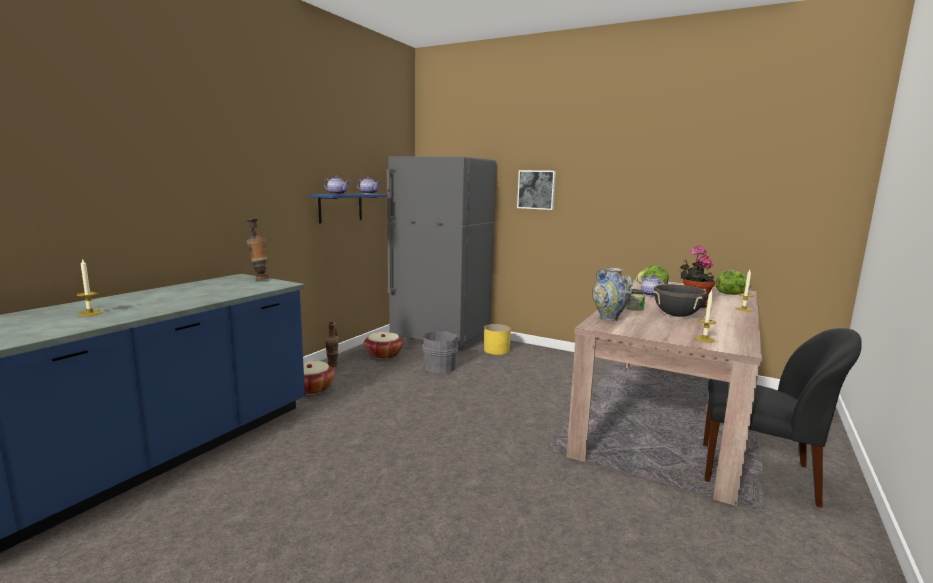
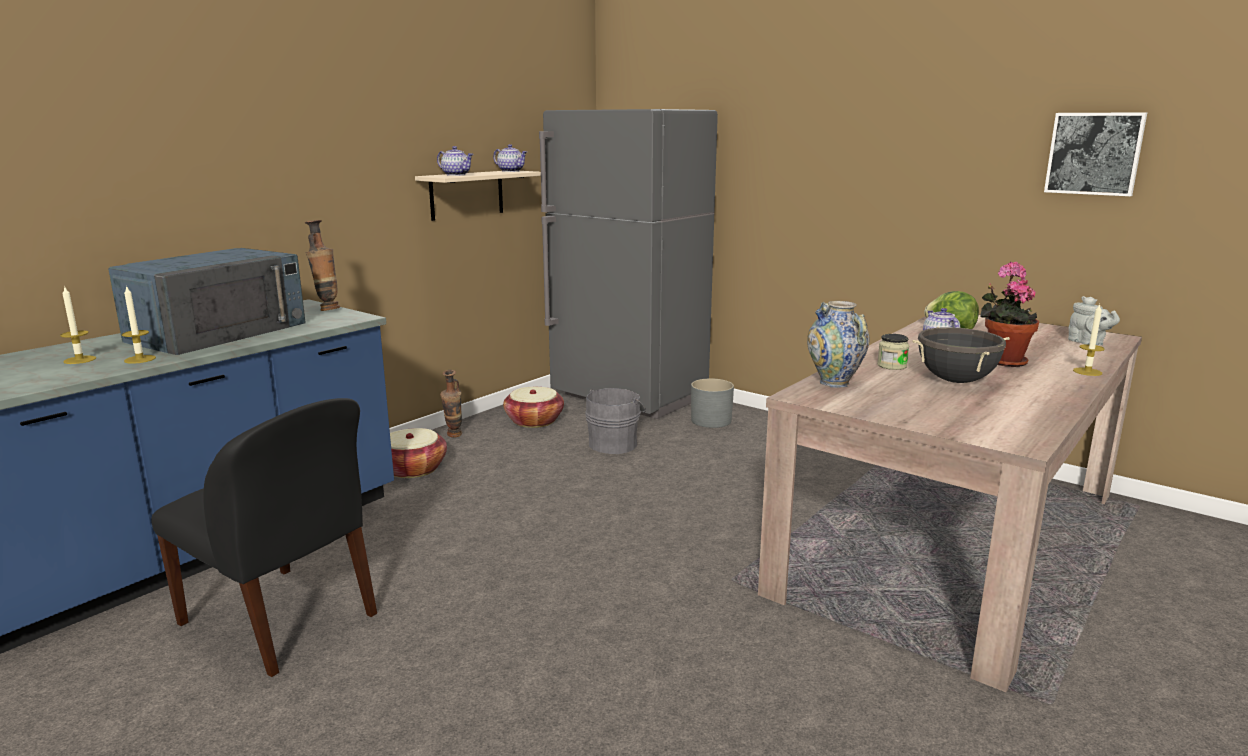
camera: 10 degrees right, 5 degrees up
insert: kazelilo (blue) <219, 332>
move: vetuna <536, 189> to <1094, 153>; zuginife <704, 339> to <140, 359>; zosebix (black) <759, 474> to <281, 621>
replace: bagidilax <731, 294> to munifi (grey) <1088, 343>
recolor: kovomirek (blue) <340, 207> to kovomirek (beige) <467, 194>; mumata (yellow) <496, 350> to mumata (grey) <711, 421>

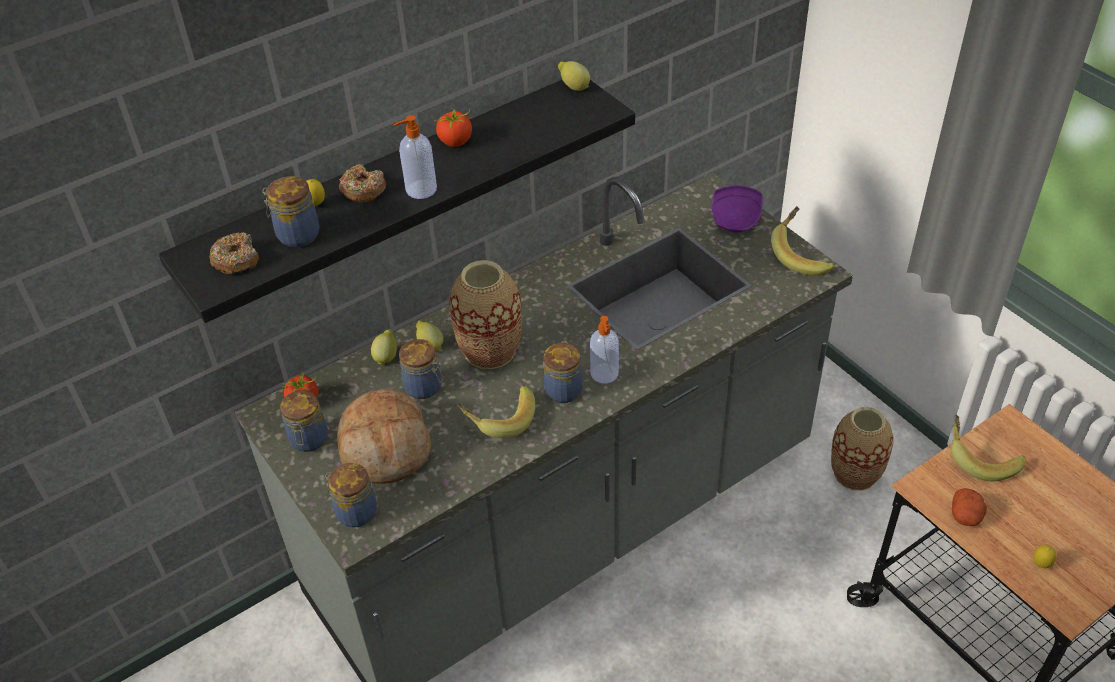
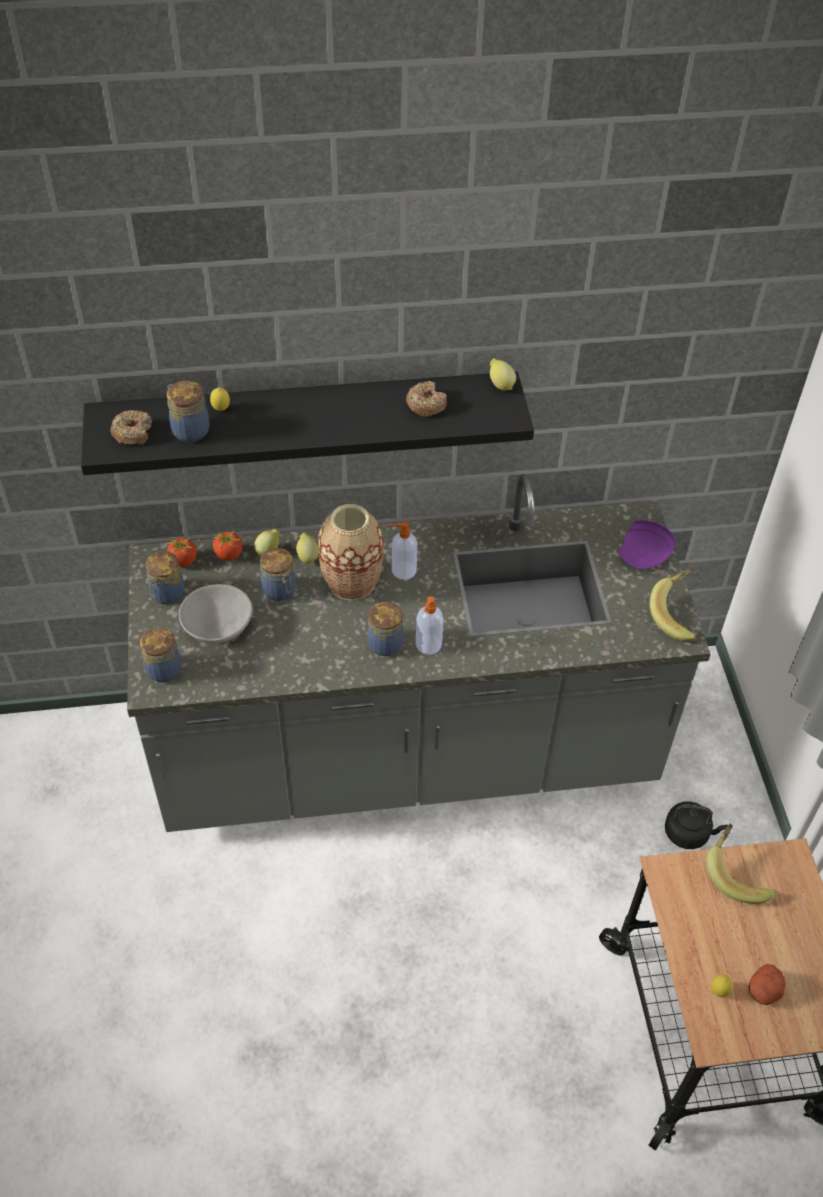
camera: 25 degrees right, 5 degrees up
delete: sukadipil <498, 420>
move: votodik <456, 141> to <229, 554>; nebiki <420, 190> to <403, 570>; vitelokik <363, 190> to <426, 404>; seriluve <966, 516> to <764, 991>
replace: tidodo <386, 448> to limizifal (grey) <218, 627>; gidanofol <855, 473> to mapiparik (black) <689, 833>

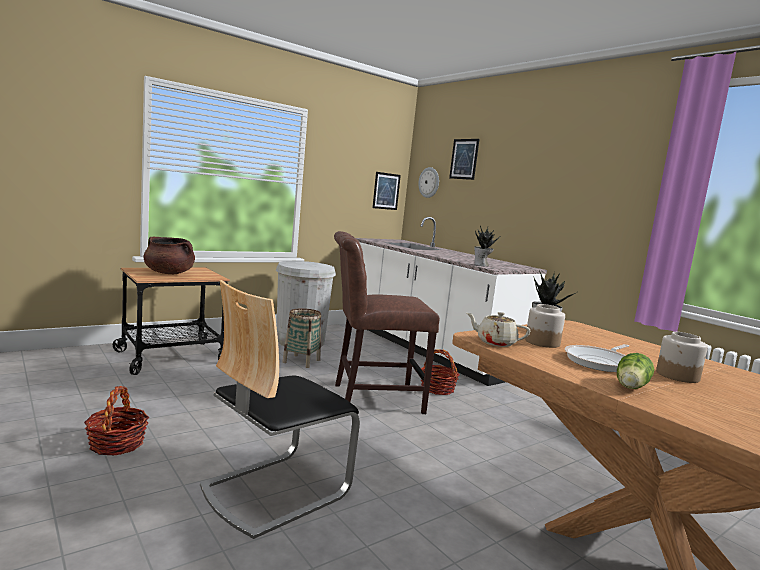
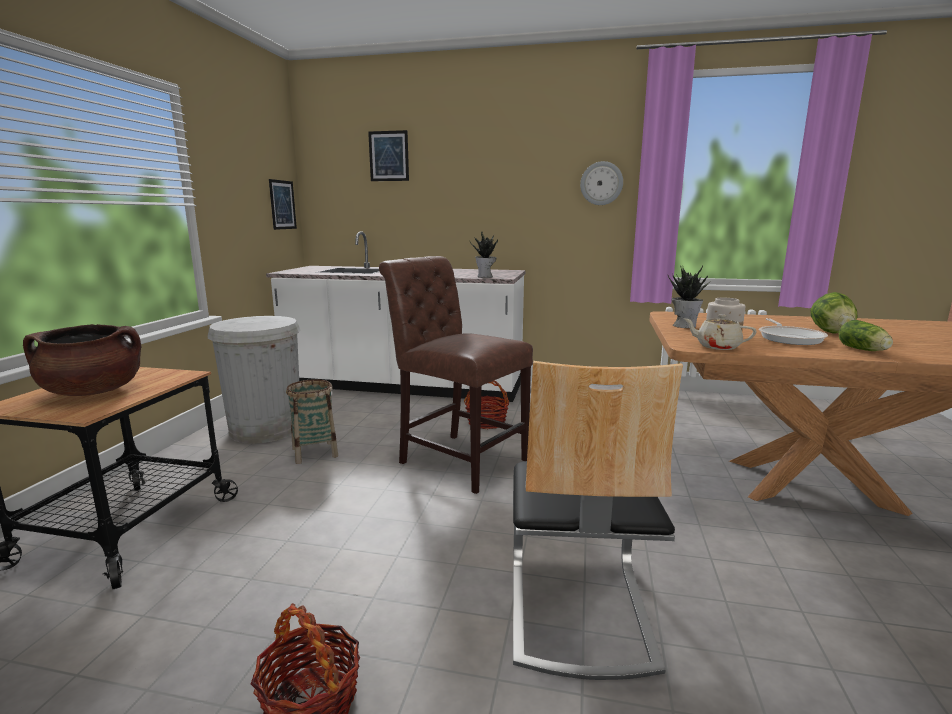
camera: 40 degrees left, 5 degrees up
move: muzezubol <429, 182> to <601, 183>
replace: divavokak <678, 376> to bagidilax <831, 332>
rotate: zosebix (brown) <372, 398> = <458, 459> 90 degrees clockwise; munifi (beige) <495, 342> = <717, 347> 45 degrees clockwise

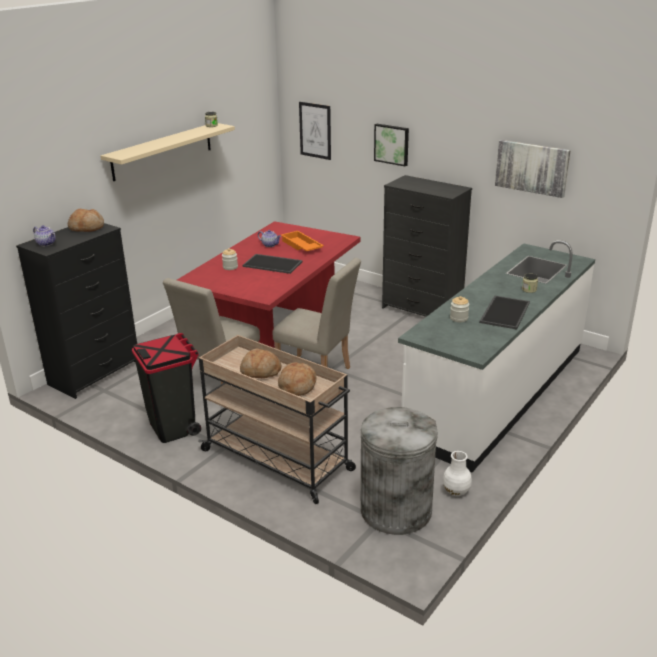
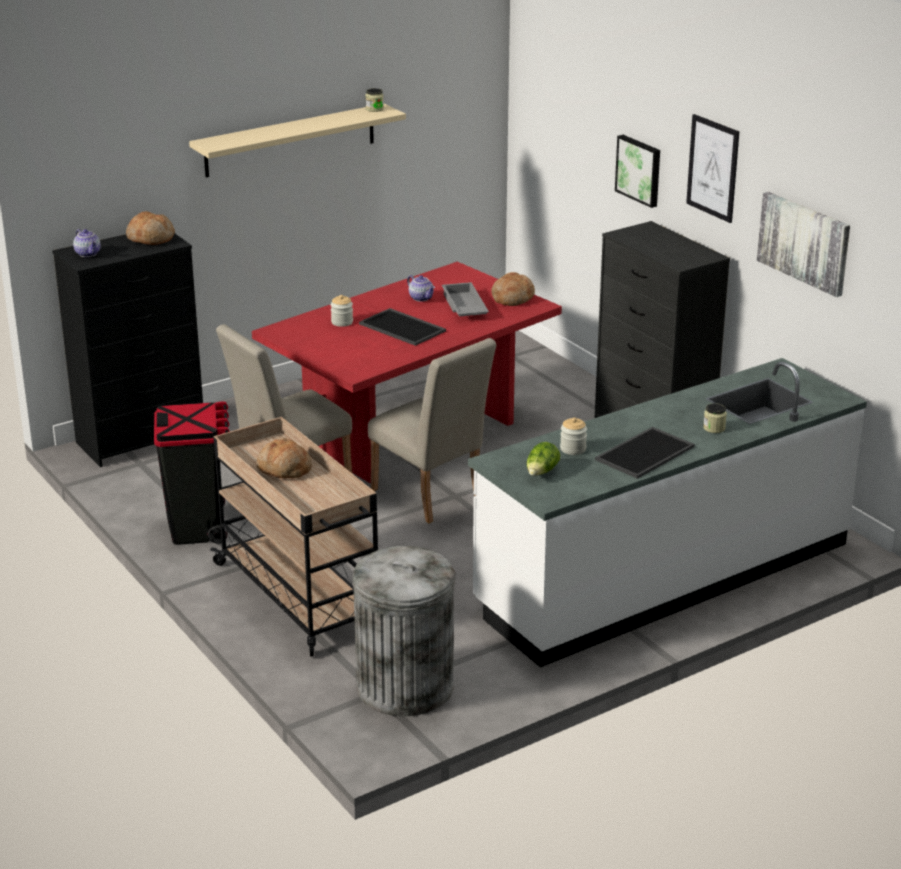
camera: 20 degrees right, 0 degrees up
delete: gidanofol (white) <456, 491>
insert: bagidilax <541, 472>
move: vetuna <315, 130> to <713, 168>; tidodo <297, 386> to <512, 298>
recolor: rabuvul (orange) <301, 246> to rabuvul (grey) <463, 307>

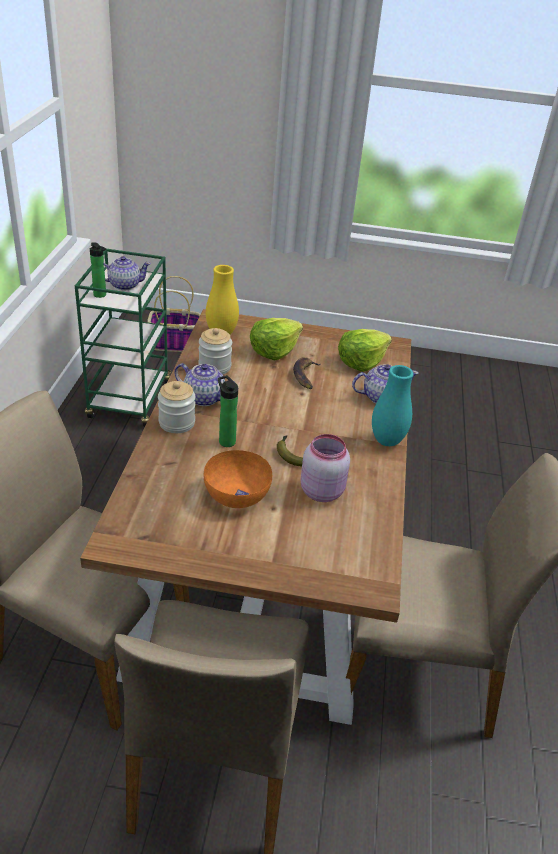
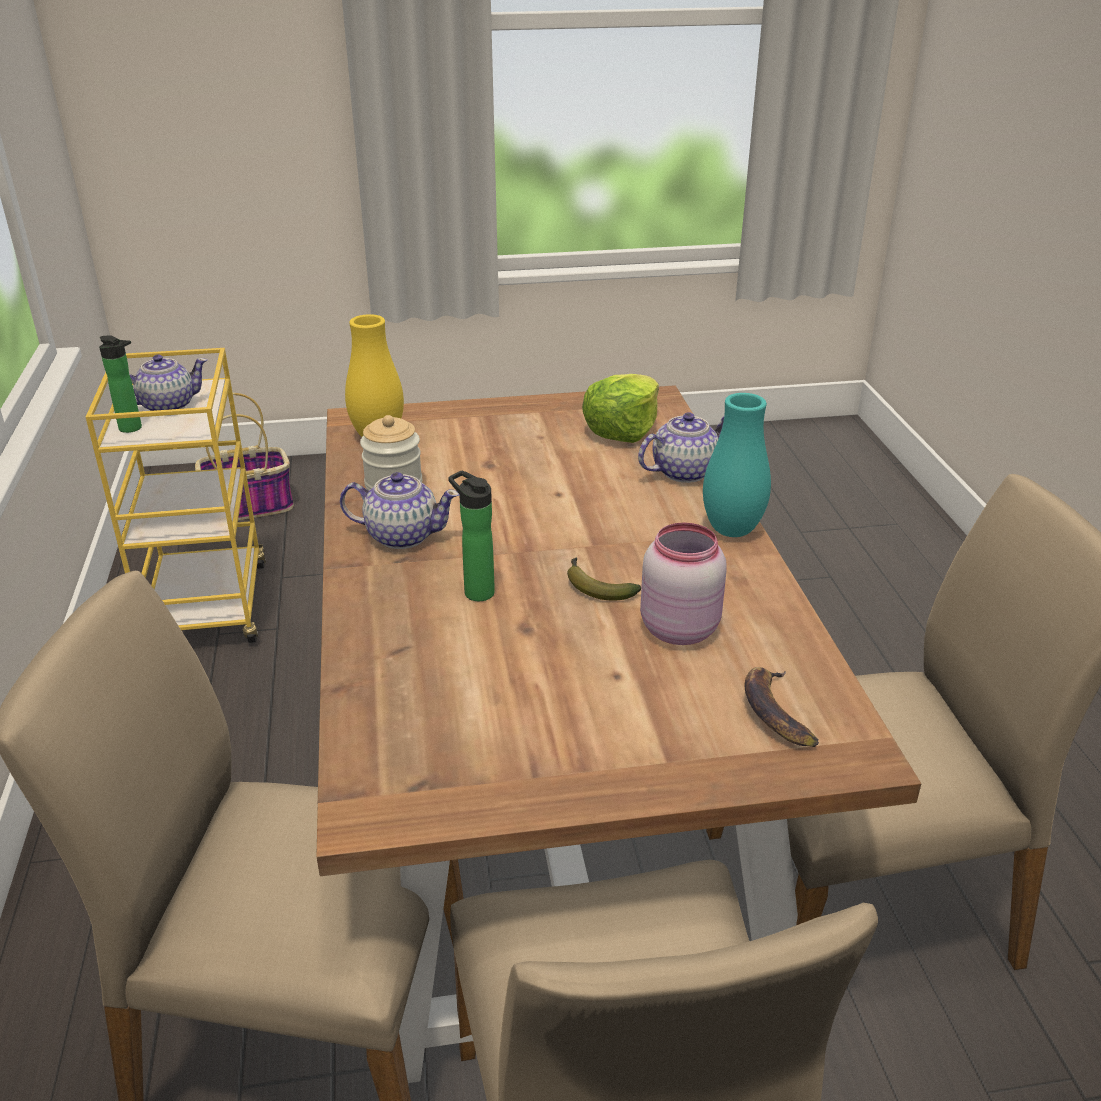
camera: 15 degrees left, 5 degrees down
delete: bagidilax <274, 350>; divavokak <177, 423>; limizifal (orange) <237, 494>
move: sukadipil <305, 375> to <776, 712>
recolor: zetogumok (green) <130, 401> to zetogumok (yellow) <208, 609>

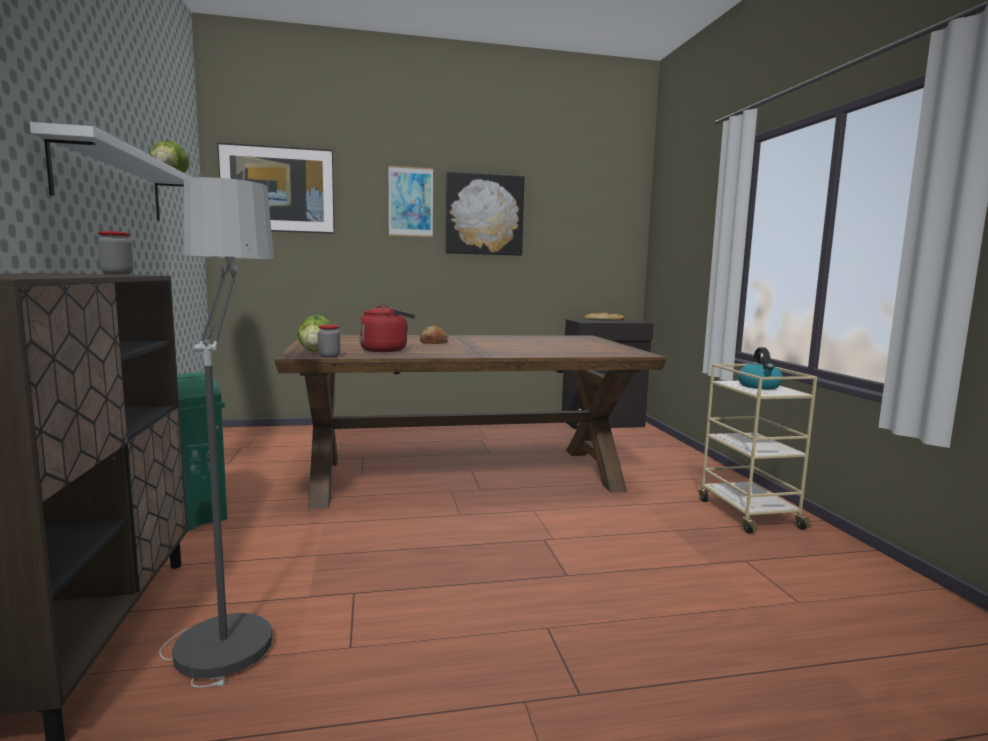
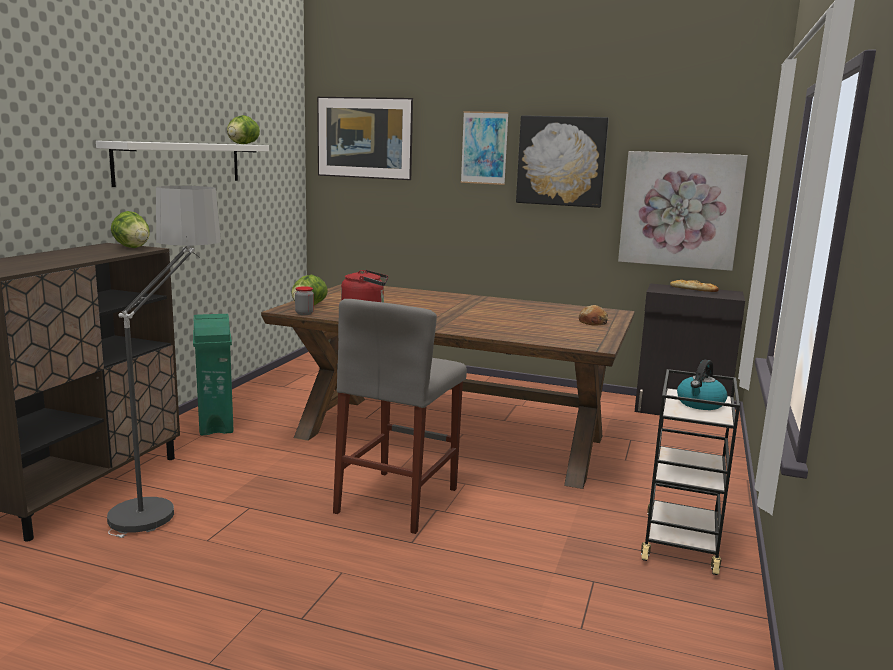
camera: 30 degrees right, 5 degrees up
insert: vetuna <680, 210>; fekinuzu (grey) <397, 500>
move: tidodo <434, 342> to <593, 322>
replace: divavokak <117, 274> to bagidilax <132, 248>
recolor: zetogumok (beige) <748, 513> to zetogumok (black) <680, 543>

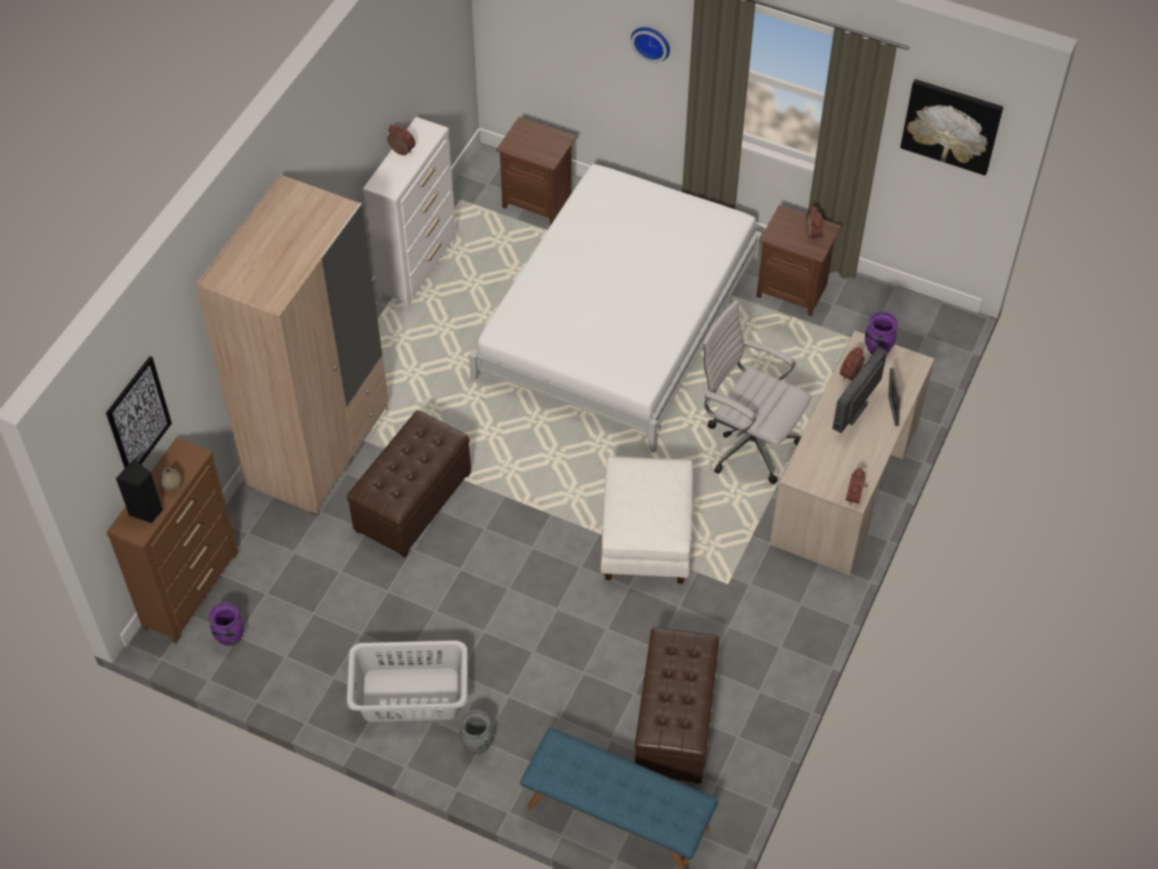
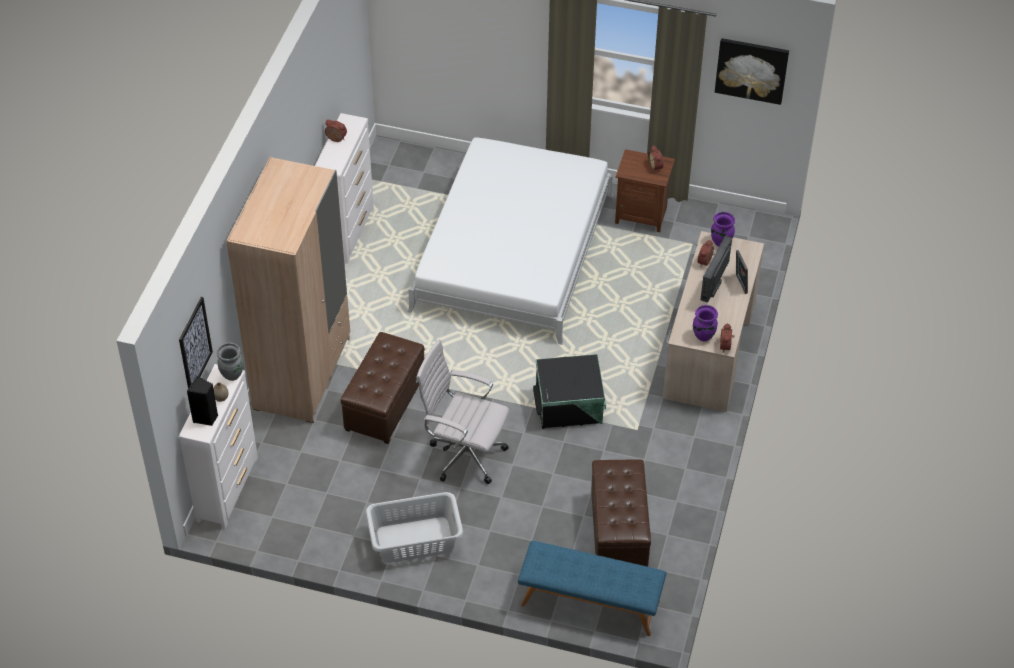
camera: 10 degrees left, 5 degrees down
delete: muzezubol <652, 42>; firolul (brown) <538, 201>
move: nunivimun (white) <747, 444> to <463, 455>; gidanofol (purple) <230, 637> to <703, 336>; gidanofol (grey) <477, 745> to <232, 375>
replace: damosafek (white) <647, 539> to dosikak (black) <569, 407>
recolor: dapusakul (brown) <192, 589> to dapusakul (white) <227, 488>

